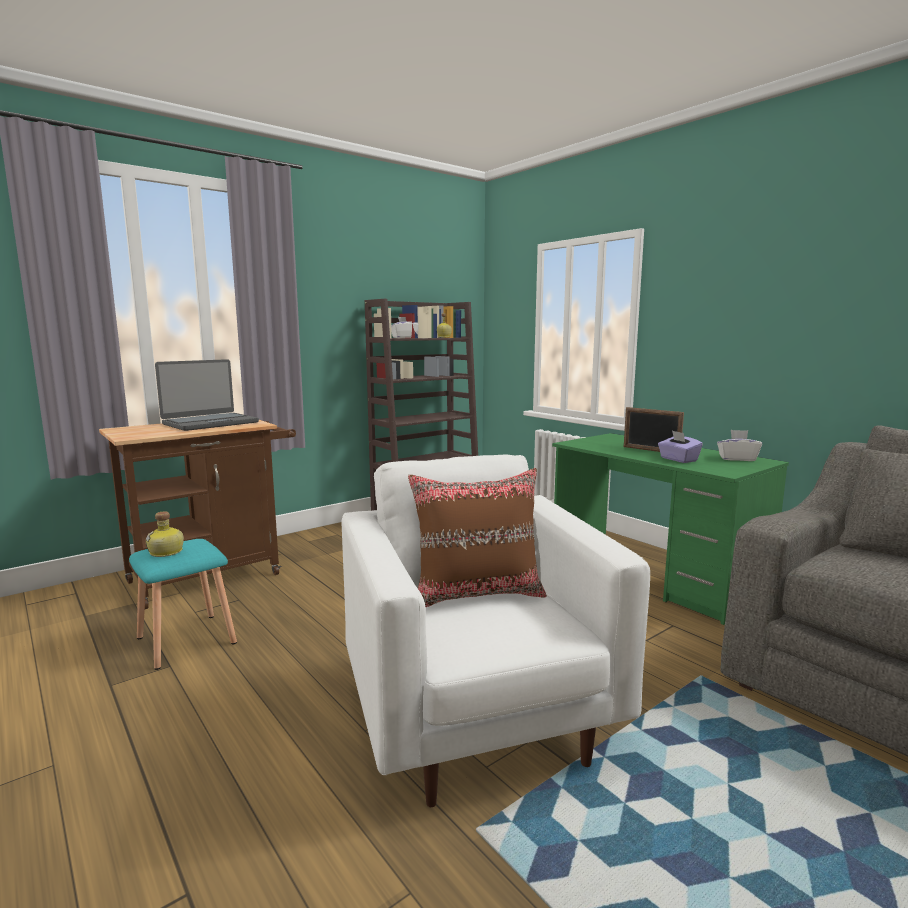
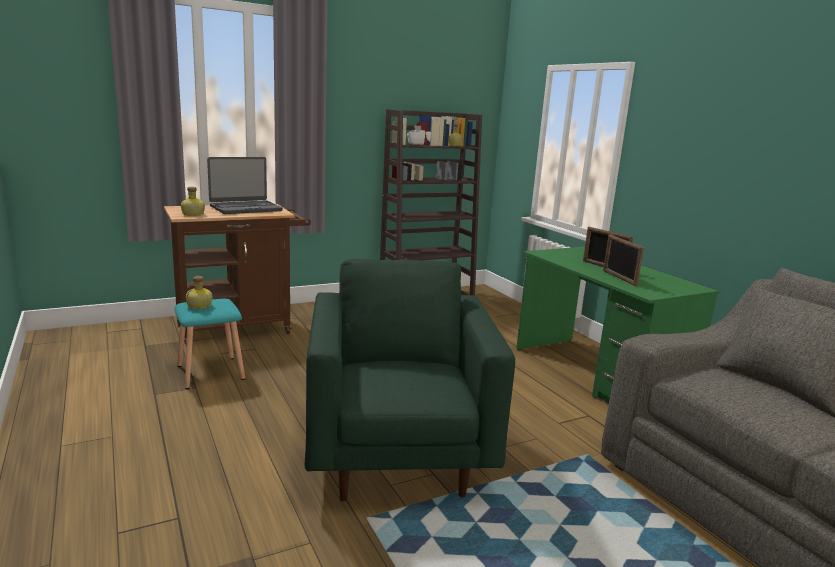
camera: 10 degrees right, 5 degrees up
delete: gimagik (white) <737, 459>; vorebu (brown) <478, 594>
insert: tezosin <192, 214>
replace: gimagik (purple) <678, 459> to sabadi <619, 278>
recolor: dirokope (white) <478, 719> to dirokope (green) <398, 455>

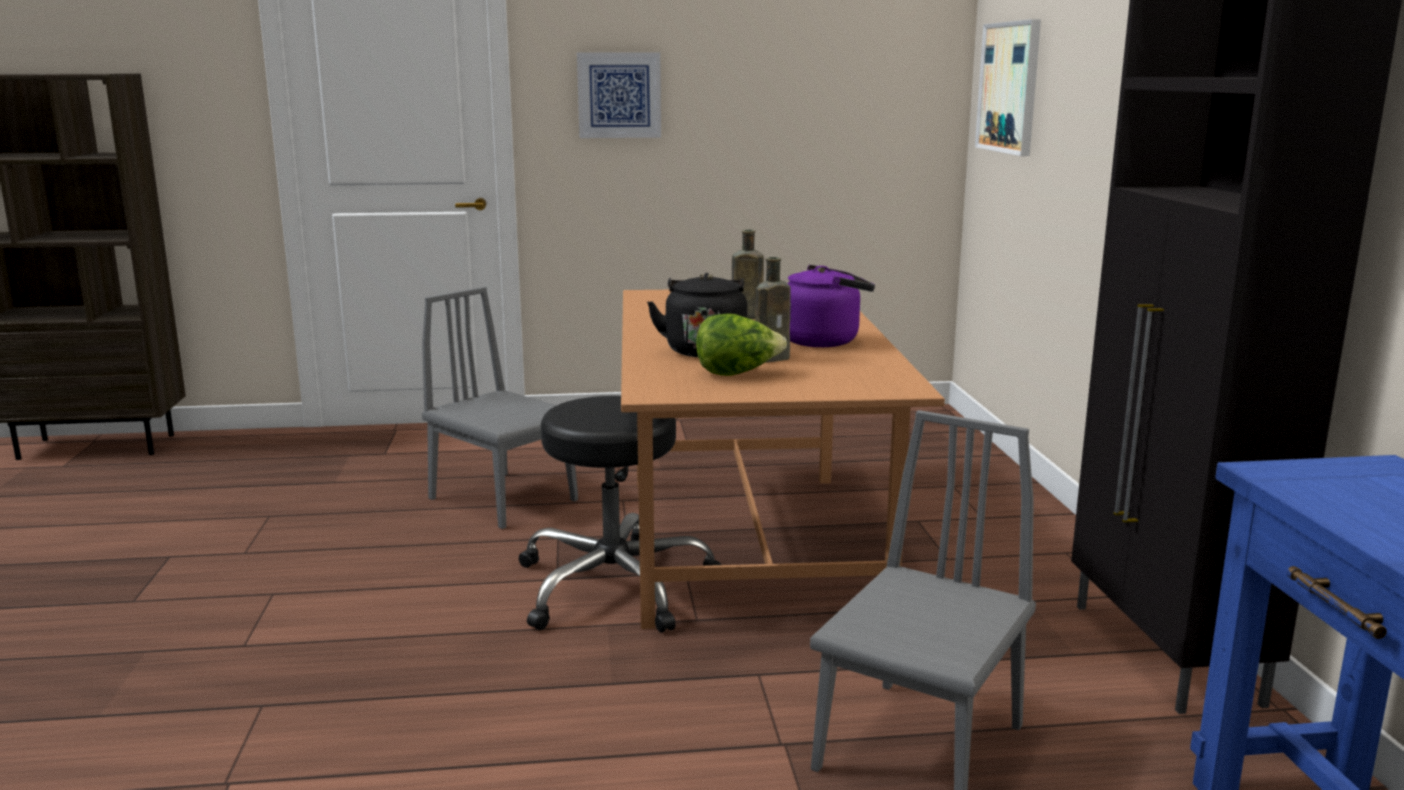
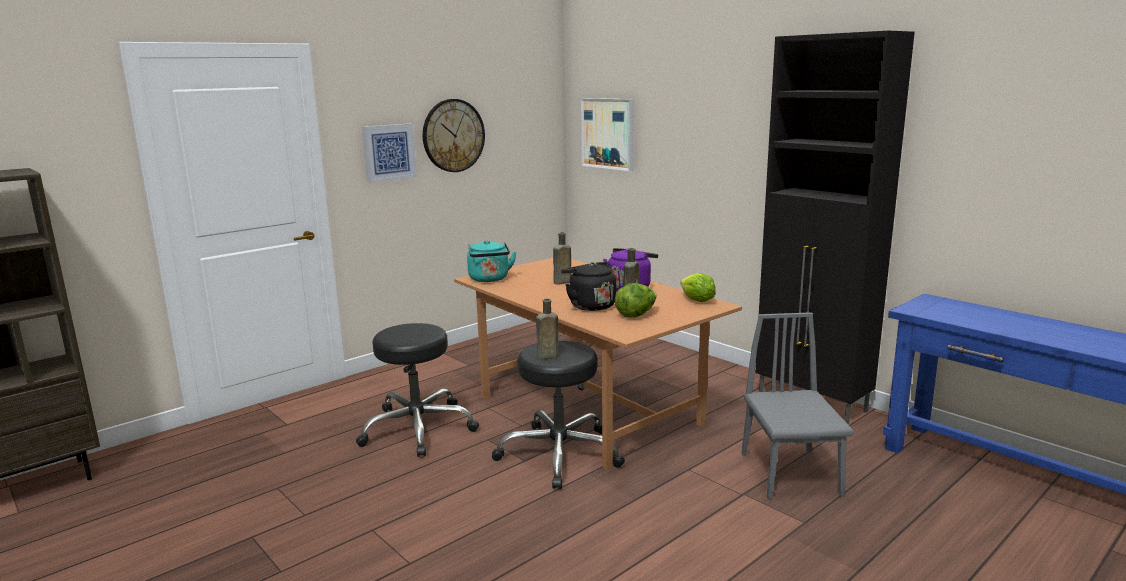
camera: 35 degrees left, 0 degrees up
insert: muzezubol <453, 135>; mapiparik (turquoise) <489, 279>; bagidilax <697, 301>; tezosin (brown) <546, 357>
replace: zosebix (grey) <503, 499> to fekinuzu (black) <418, 428>

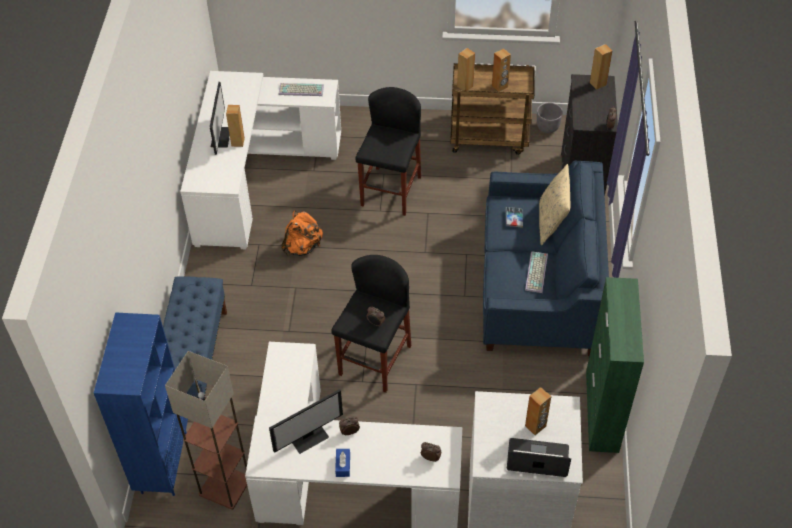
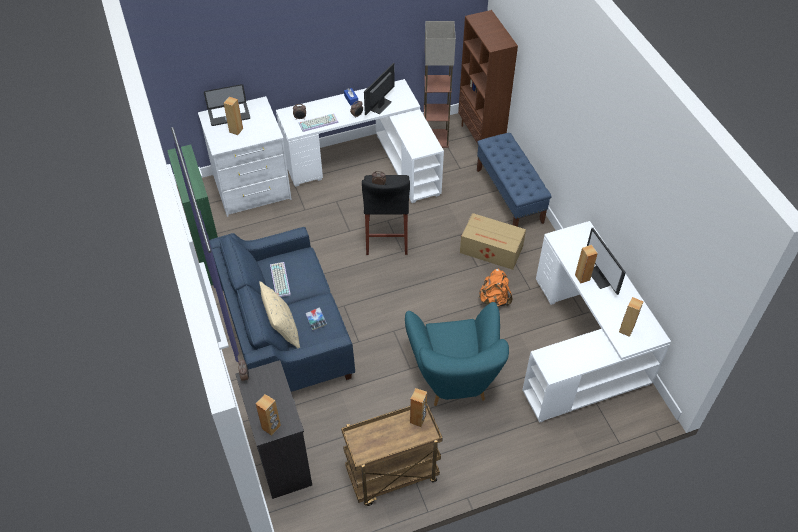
camera: 155 degrees right, 0 degrees up
delete: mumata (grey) <547, 128>
insert: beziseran <492, 250>
move: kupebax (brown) <500, 86> to <626, 330>; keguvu <300, 90> to <318, 122>
replace: fekinuzu (black) <390, 191> to dirokope (turquoise) <454, 378>
recolor: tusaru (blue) <163, 463> to tusaru (brown) <481, 138>

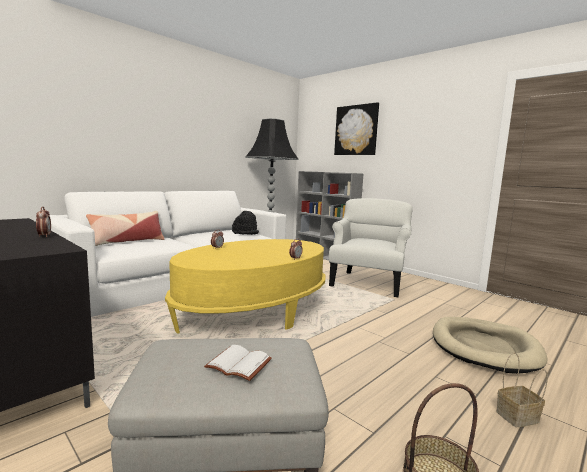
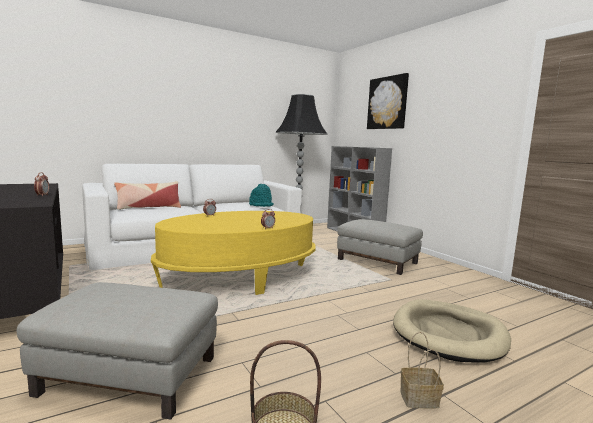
camera: 15 degrees right, 0 degrees up
delete: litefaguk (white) <237, 365>
replace: dirokope (white) <368, 282> to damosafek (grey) <377, 261>
recolor: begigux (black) <245, 233> to begigux (turquoise) <261, 205>

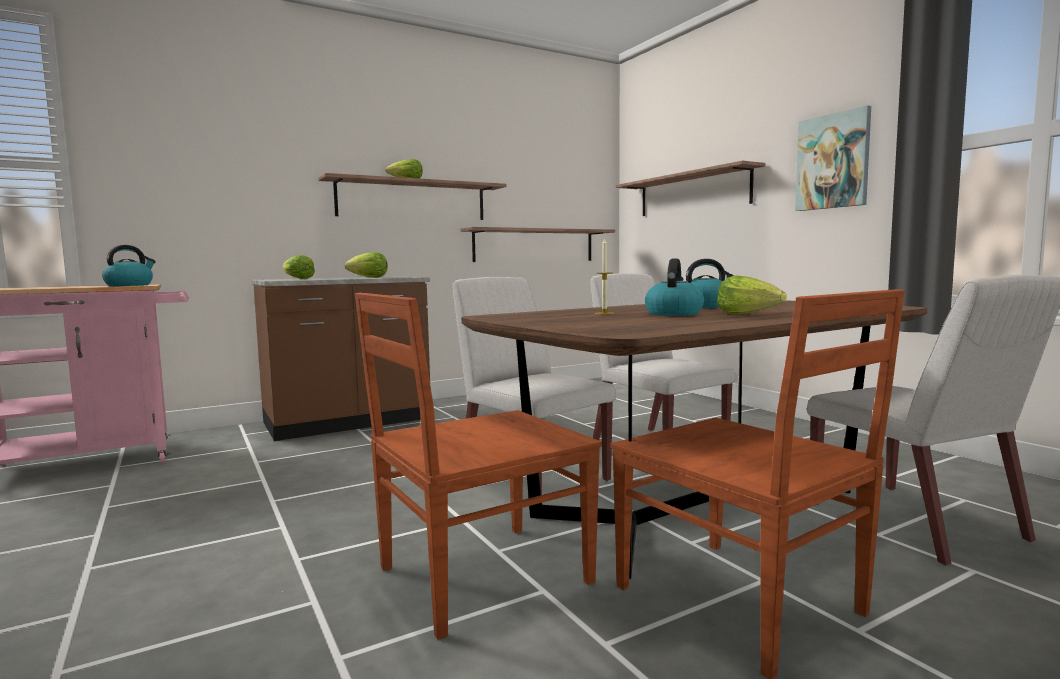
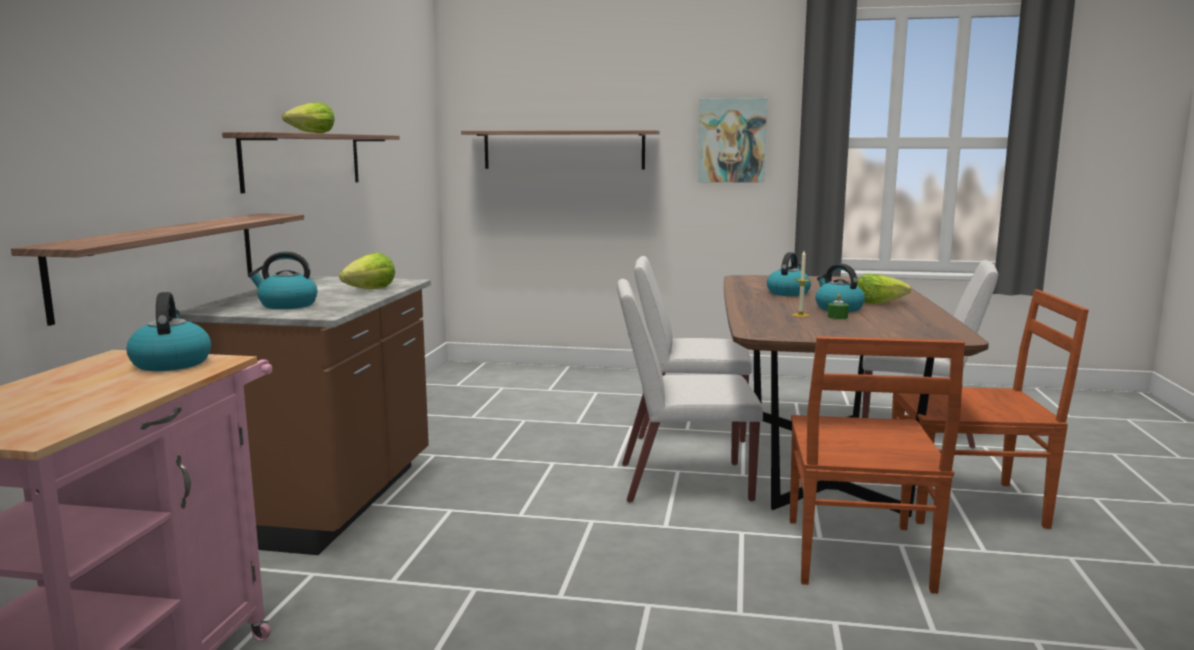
camera: 50 degrees left, 5 degrees up
insert: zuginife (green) <837, 317>
move: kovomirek <534, 245> to <162, 261>
replace: bagidilax <297, 279> to mapiparik <287, 305>

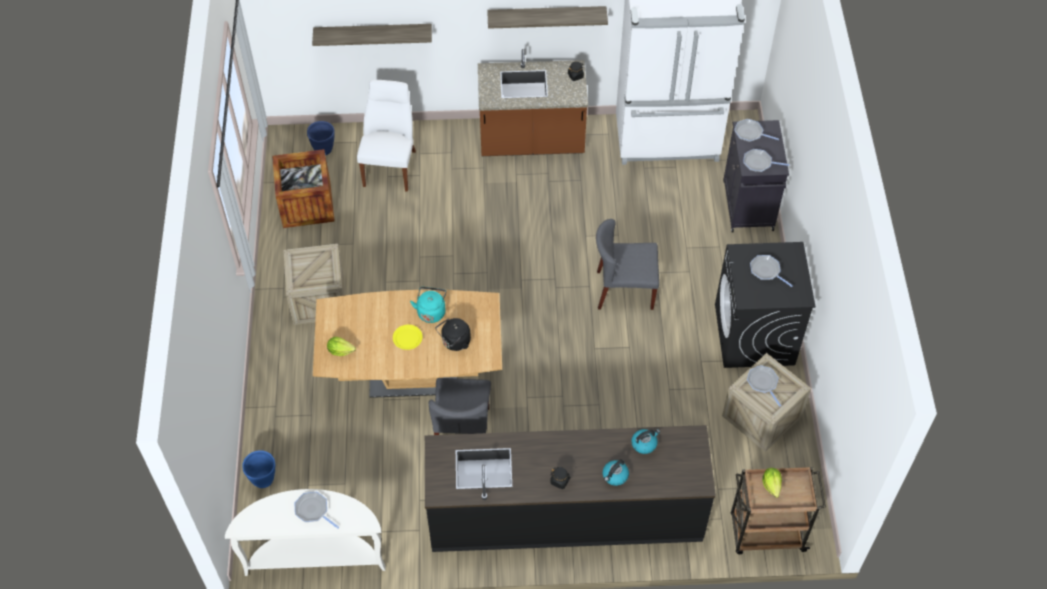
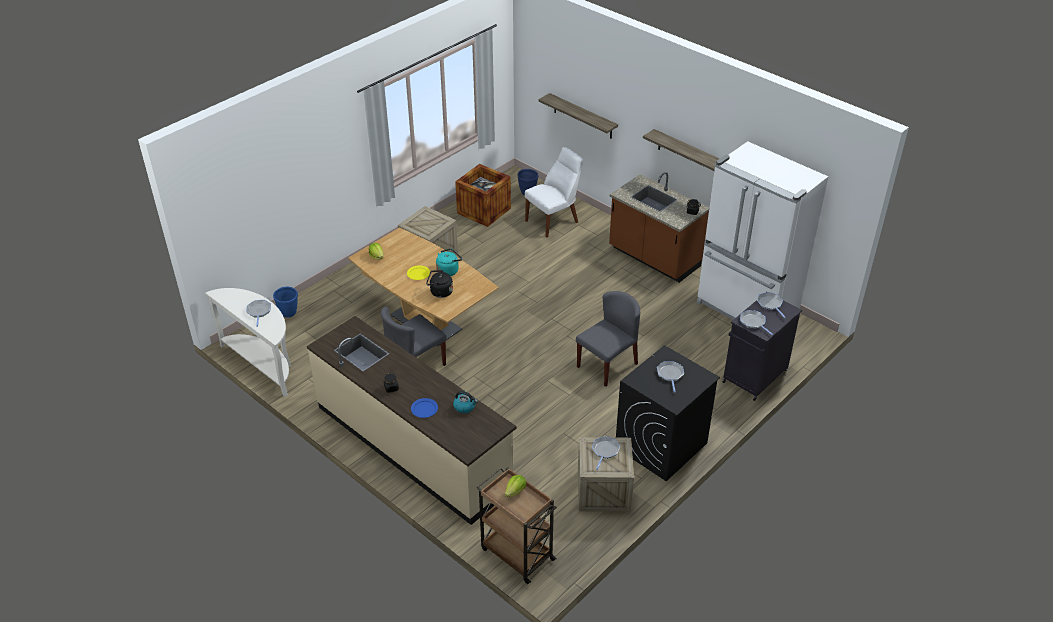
camera: 45 degrees right, 15 degrees down
replace: mapiparik <615, 476> to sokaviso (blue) <424, 409>
recolor: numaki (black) <565, 513> to numaki (beige) <413, 446>
rotate: zosebix (grey) <624, 290> = <607, 365> 90 degrees clockwise

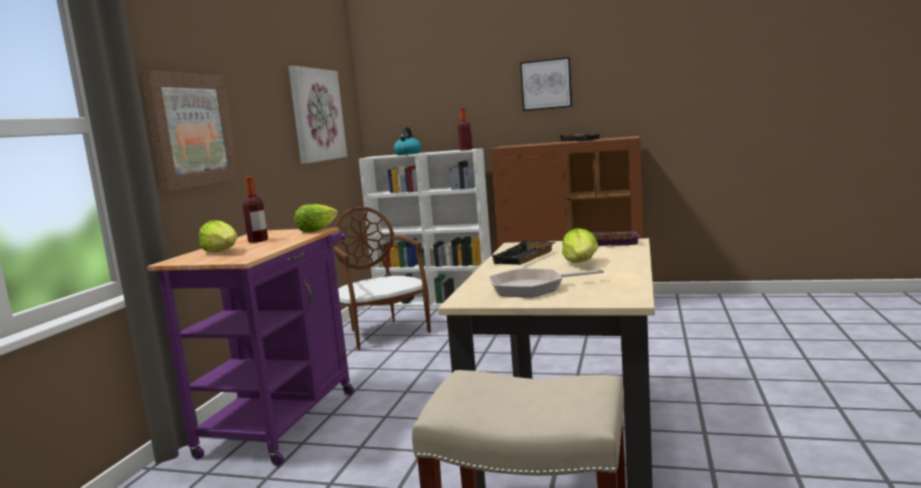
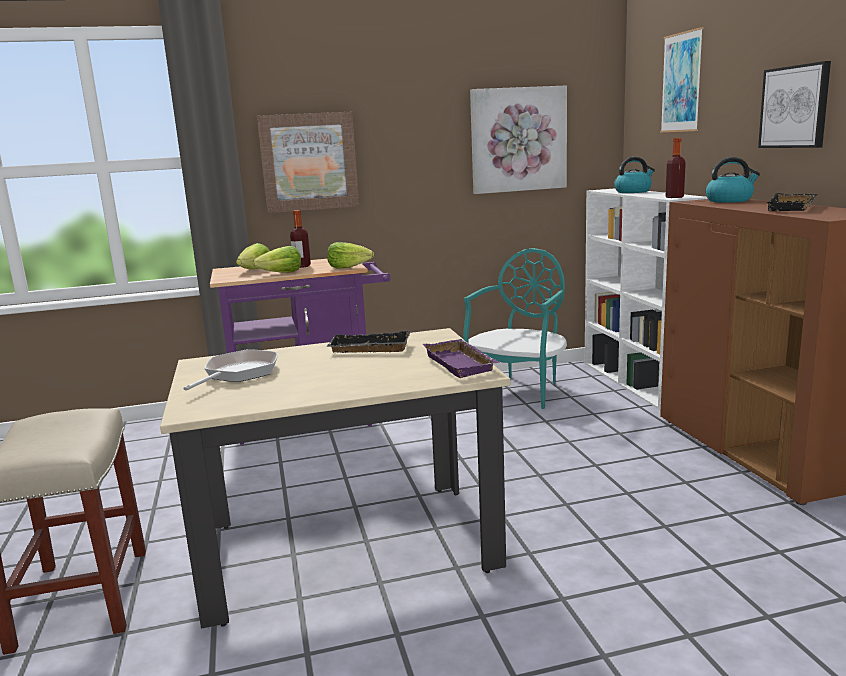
camera: 60 degrees right, 5 degrees up
insert: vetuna <681, 82>; mapiparik <729, 200>
move: bagidilax <581, 263> to <281, 273>
recolor: zosebix (brown) <383, 332> to zosebix (turquoise) <519, 390>
rotate: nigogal <532, 288> = <238, 373> 60 degrees clockwise

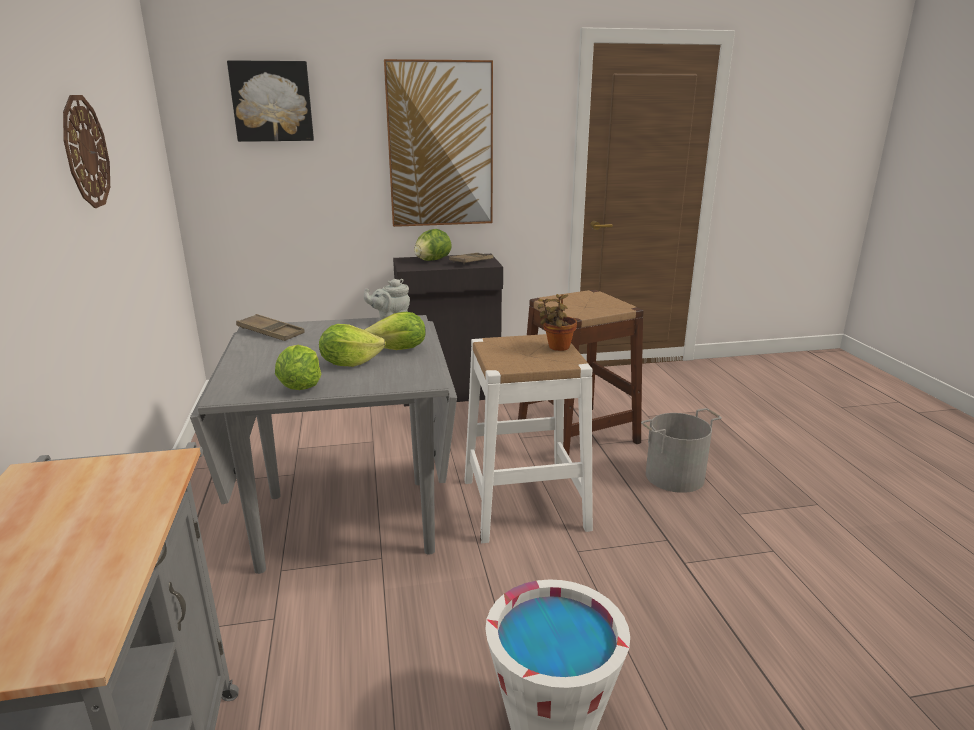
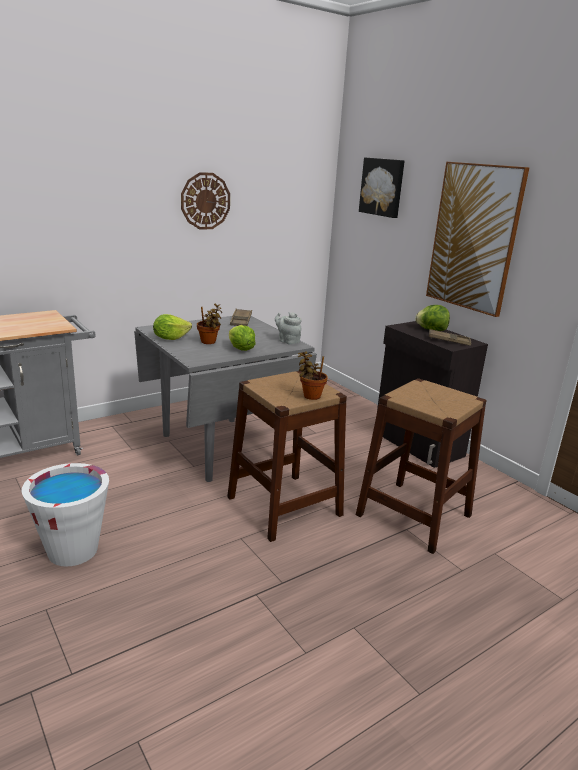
camera: 65 degrees right, 0 degrees up
delete: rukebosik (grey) <674, 476>
replace: bagidilax <349, 363> to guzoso <209, 342>
recolor: fekinuzu (white) <524, 504> to fekinuzu (brown) <284, 506>

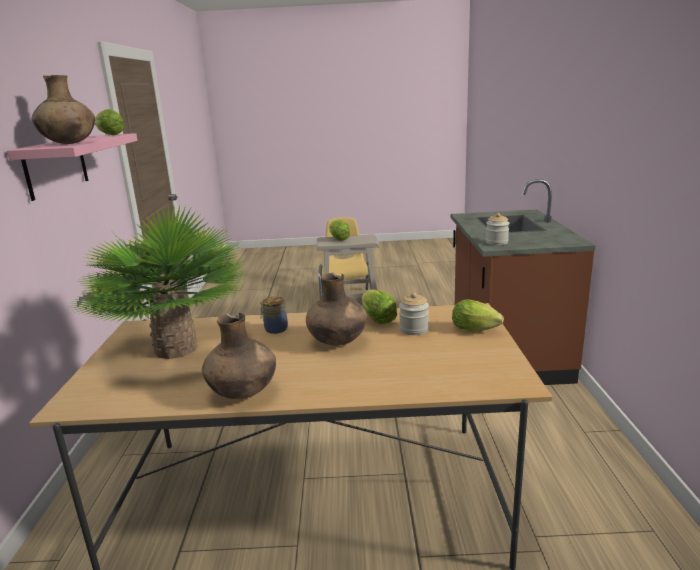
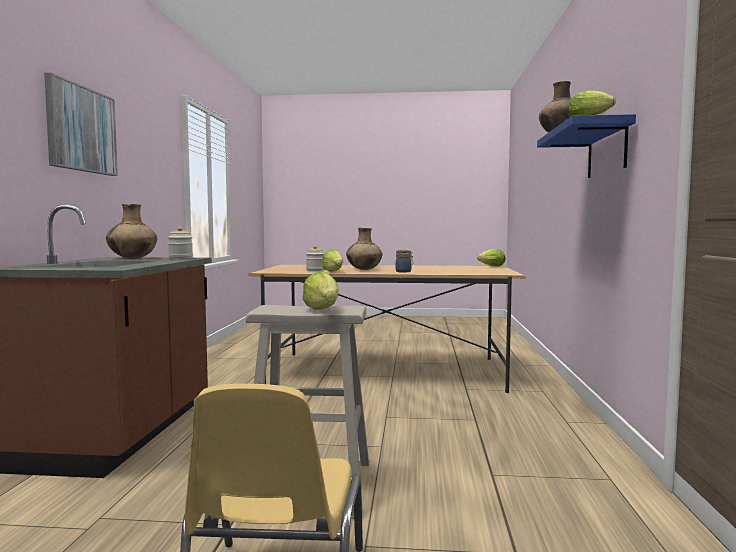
camera: 175 degrees left, 15 degrees down
delete: guzoso <176, 349>
insert: vetuna <81, 129>
move: bagidilax <477, 330> to <490, 266>; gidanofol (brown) <243, 393> to <132, 258>
recolor: kovomirek (pink) <56, 166> to kovomirek (blue) <607, 151>

